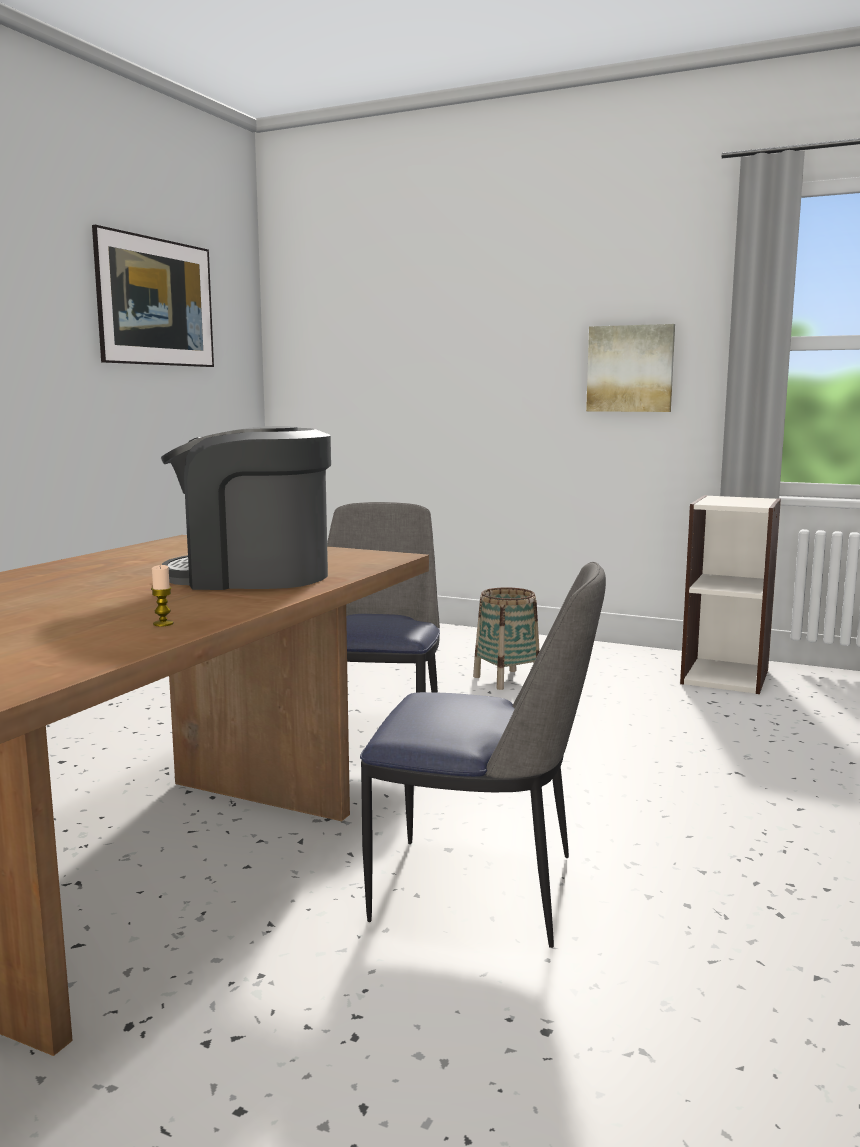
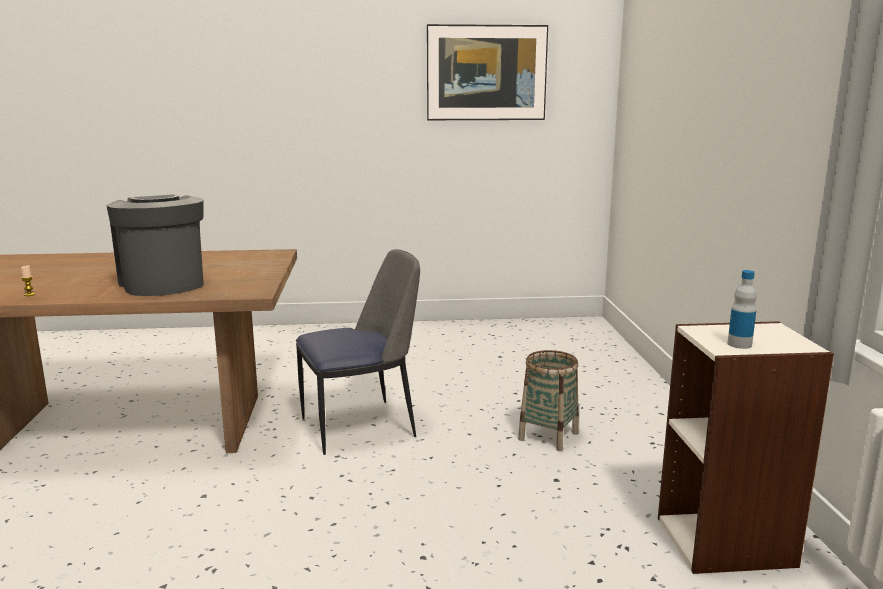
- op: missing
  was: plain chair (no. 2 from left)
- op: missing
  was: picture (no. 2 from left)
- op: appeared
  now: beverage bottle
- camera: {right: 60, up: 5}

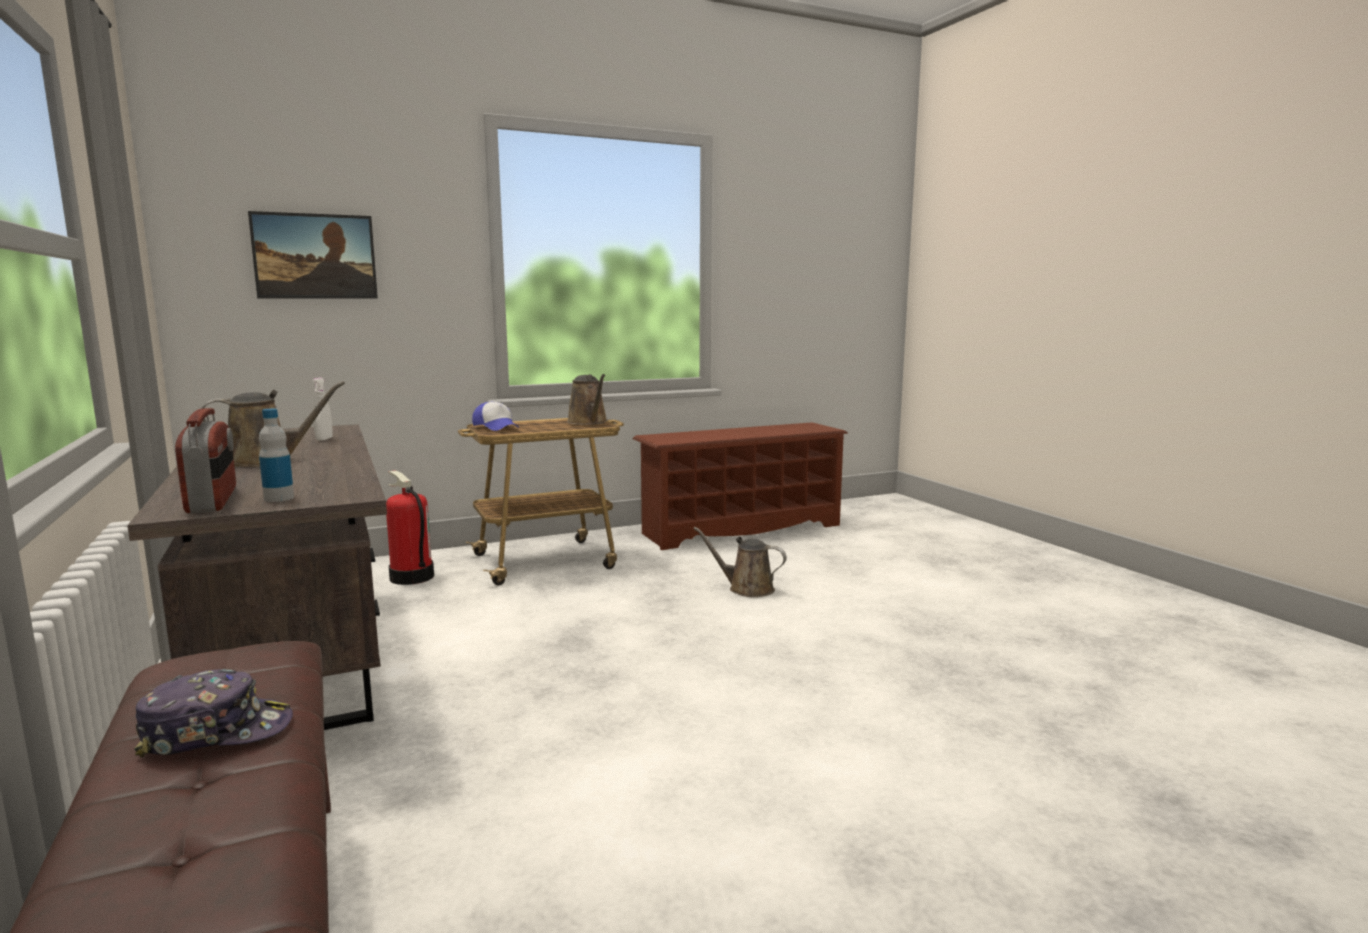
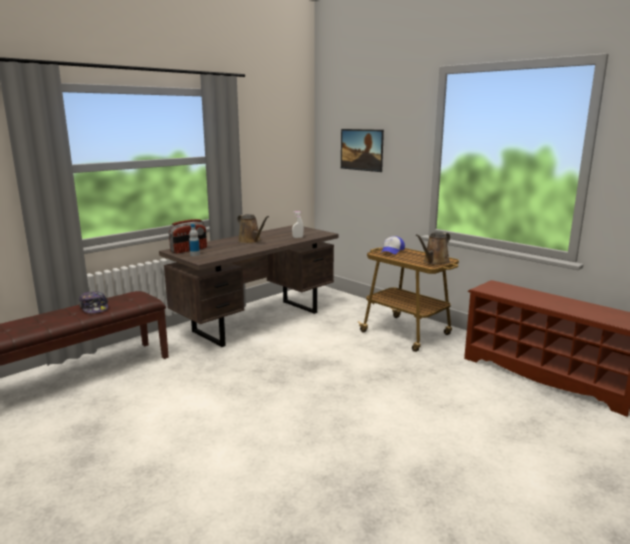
- op: missing
  was: fire extinguisher
- op: missing
  was: watering can (brownish) (no. 3 from left)
- camera: {right: 70, up: 5}

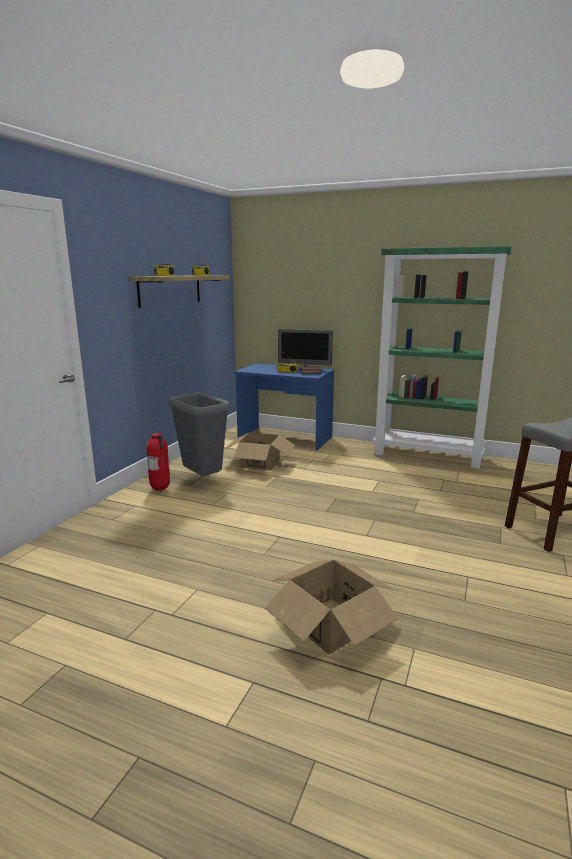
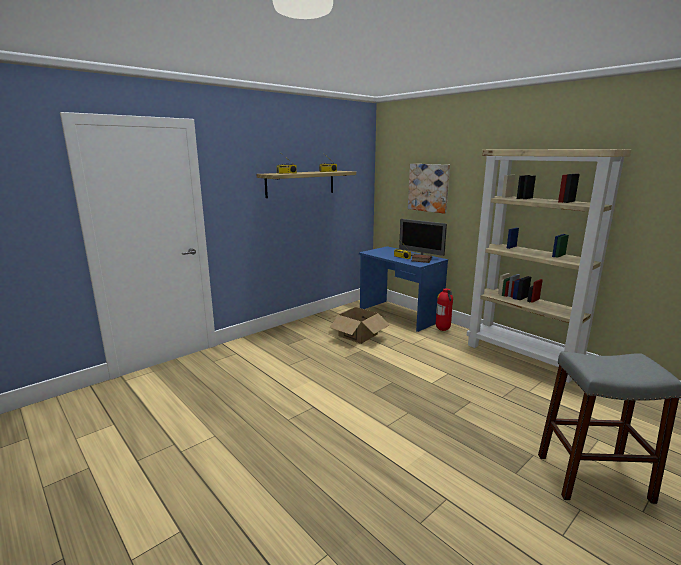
- op: relocated
  was: fire extinguisher
- op: missing
  was: rubbish bin (greyish)
- op: missing
  was: cardboard box (no. 2 from left)
- op: colour
  was: bookcase (green-coloured)
  now: bookcase (beige)
- op: appeared
  now: picture
- camera: {right: 25, up: 0}

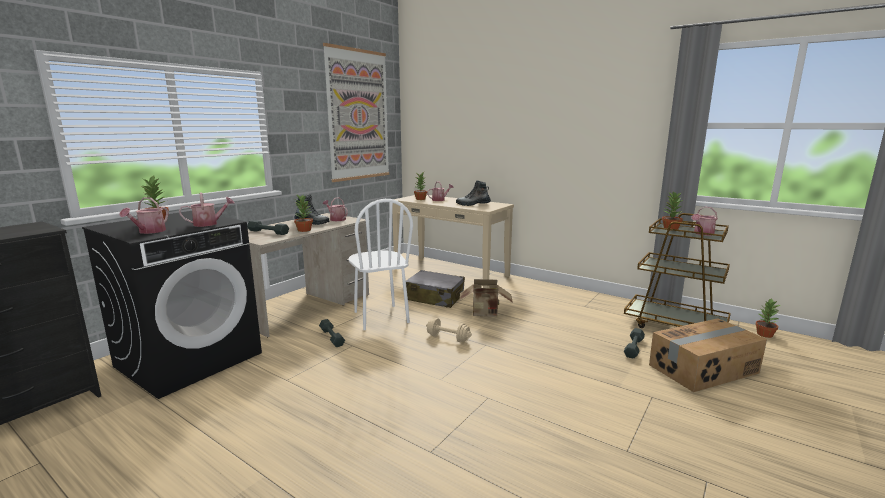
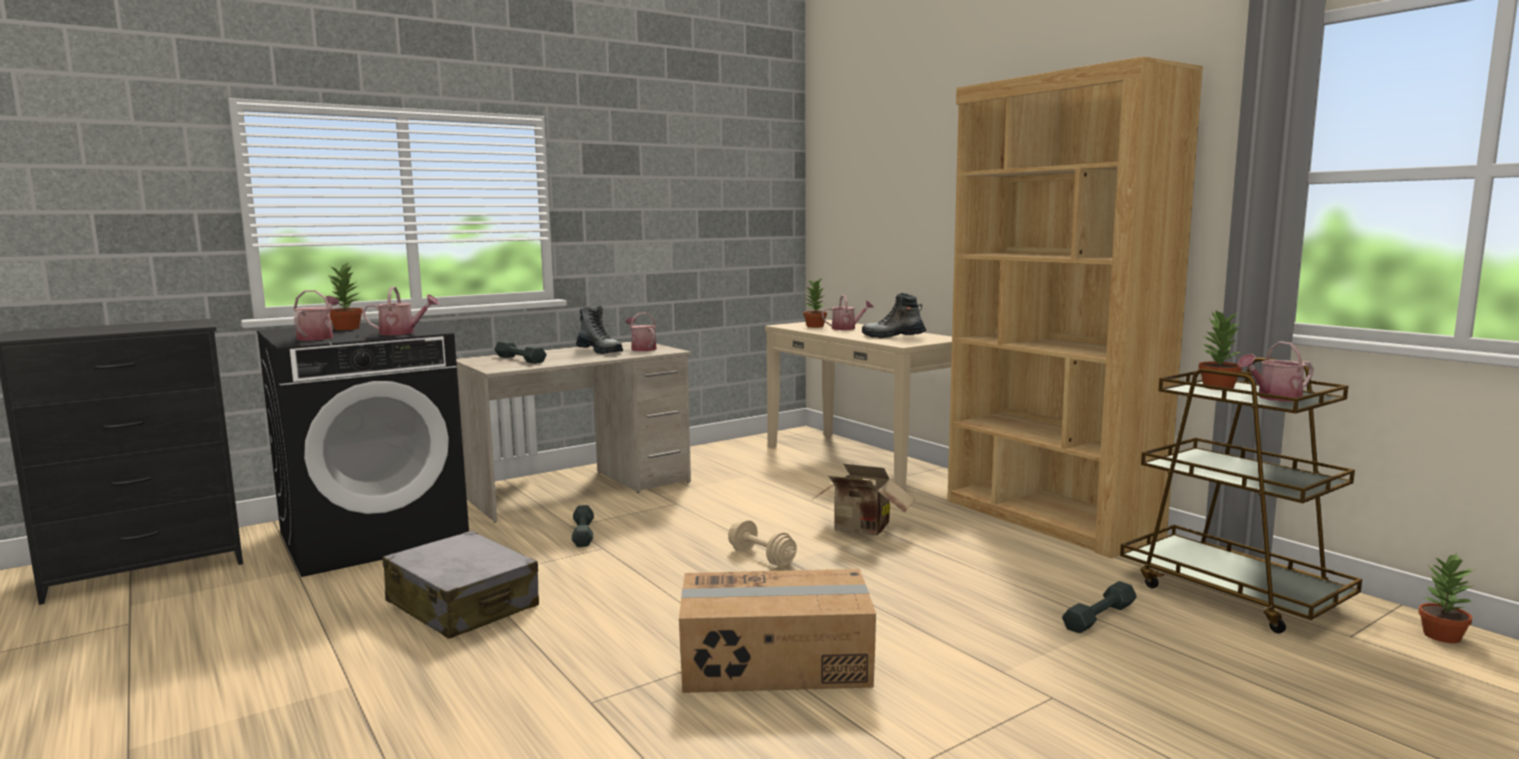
- op: spun
  was: watering can (no. 1 from left)
  clockwise: 150
- op: missing
  was: potted plant (no. 2 from left)
- op: missing
  was: picture
- op: missing
  was: plain chair (white)
- op: relocated
  was: travel case (greyish)
- op: relocated
  was: cardboard box (no. 2 from left in the first image)
  now: cardboard box (no. 1 from left)
- op: appeared
  now: bookcase (brownish)
- camera: {right: 20, up: -5}

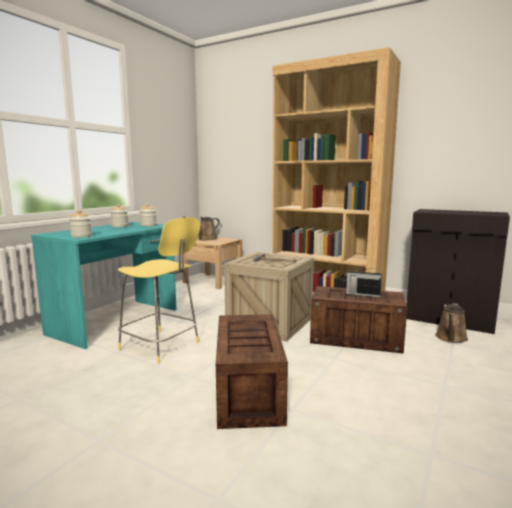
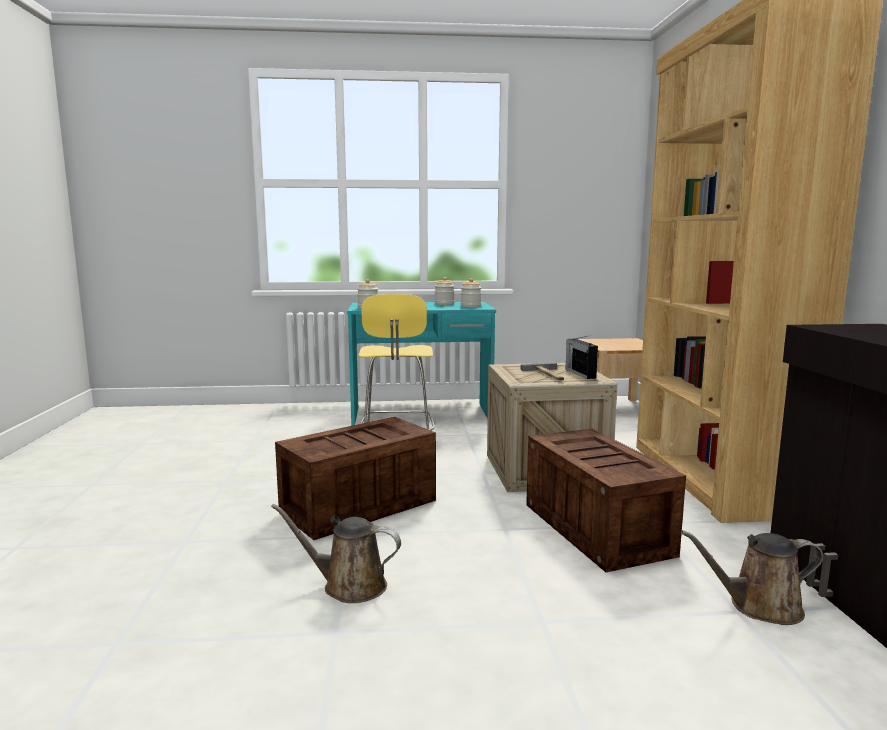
- op: relocated
  was: watering can (brownish) (no. 1 from left)
- op: relocated
  was: radio receiver
- camera: {right: 55, up: 0}

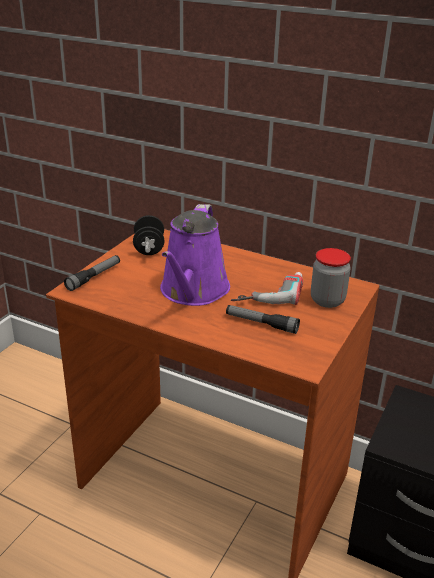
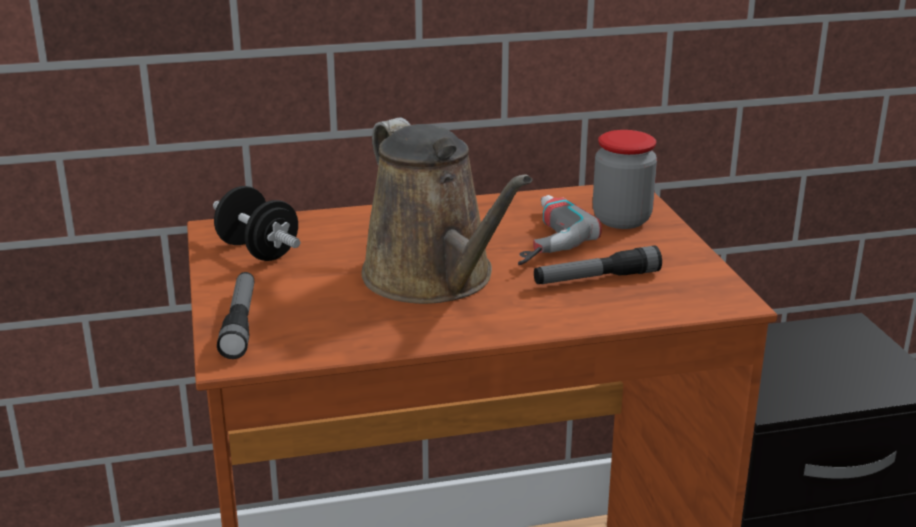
- op: colour
  was: watering can (purple-coloured)
  now: watering can (brownish)
- camera: {right: -40, up: -5}

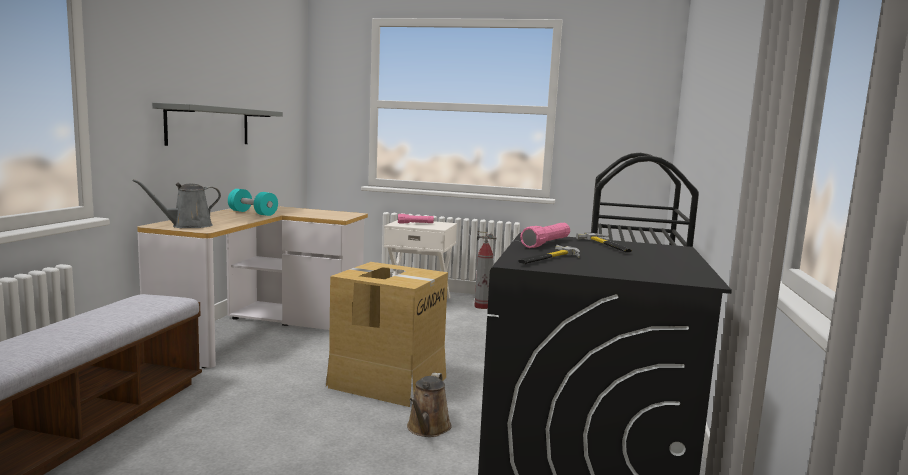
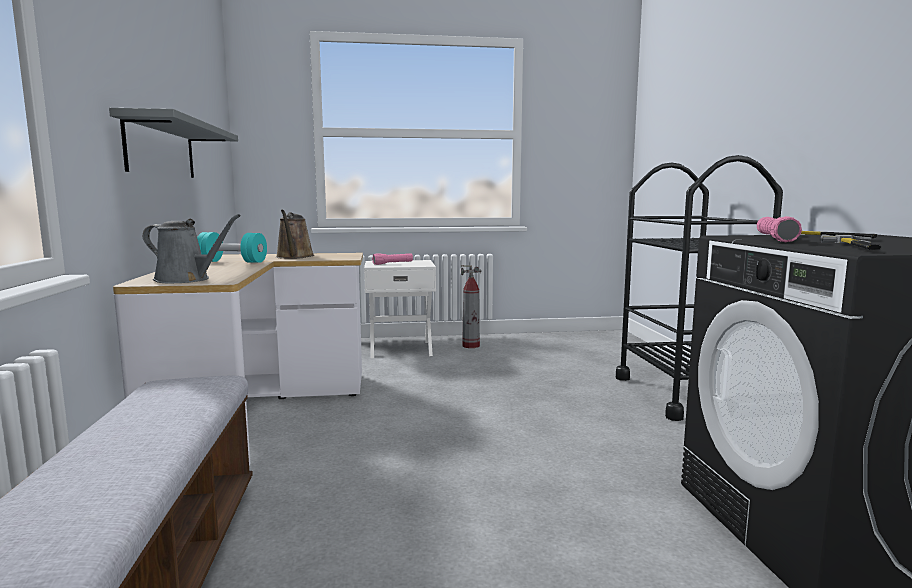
- op: spun
  was: watering can (greyish)
  clockwise: -105
- op: missing
  was: cardboard box
- op: relocated
  was: watering can (brownish)
- camera: {right: -20, up: 0}

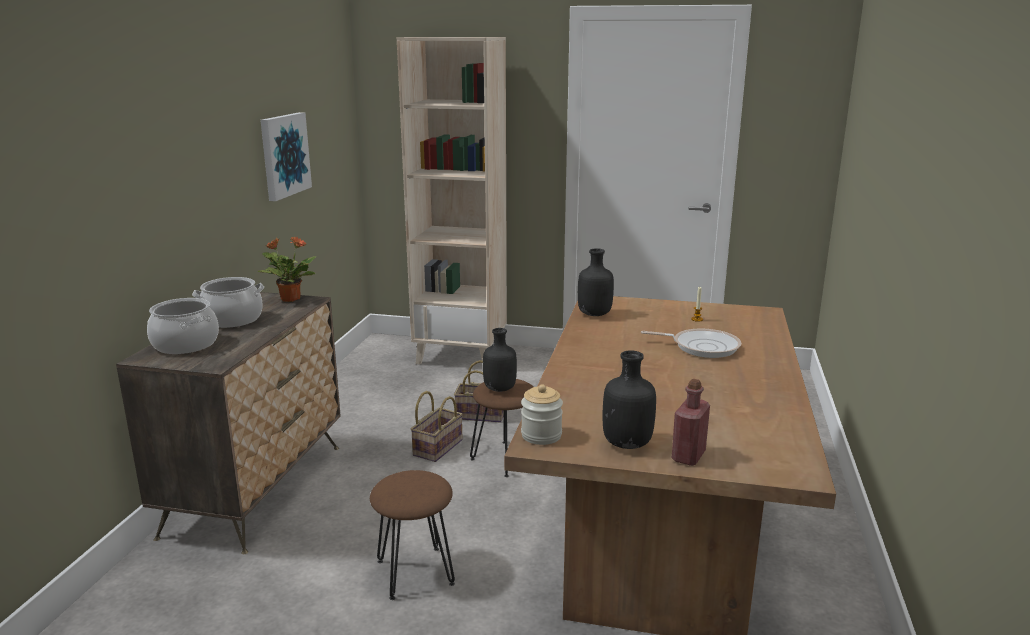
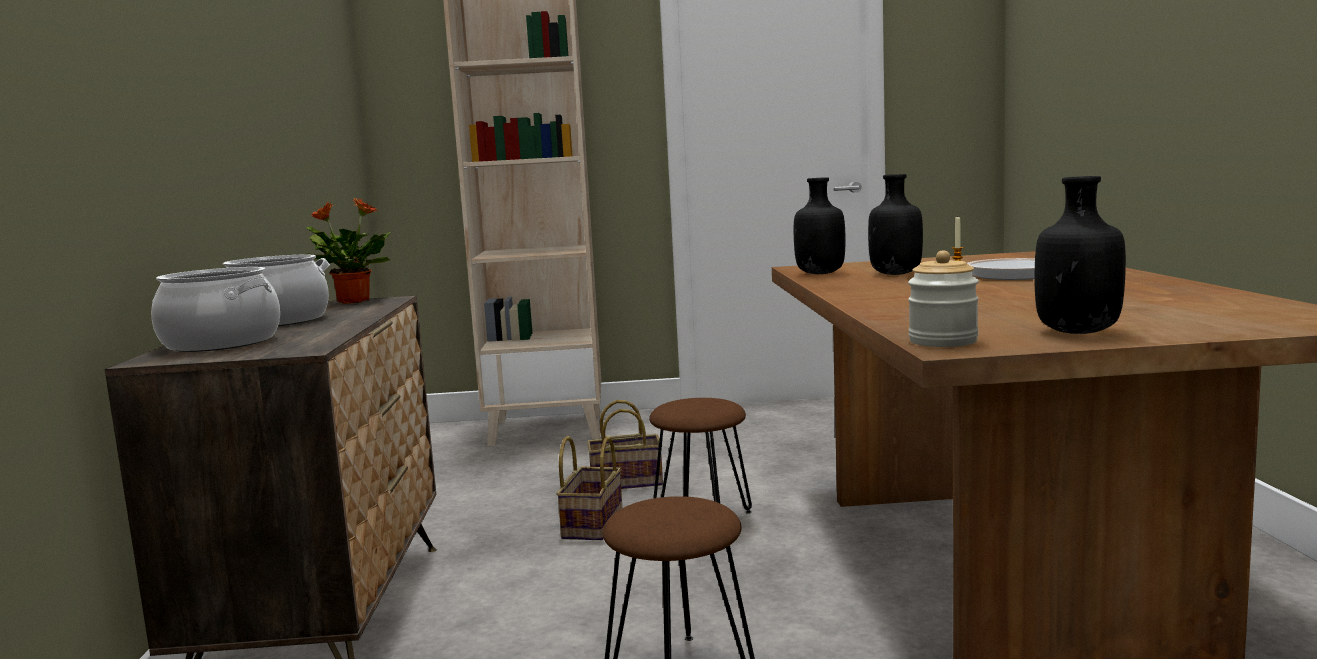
- op: missing
  was: picture
- op: relocated
  was: beverage bottle (black-coloured) (no. 1 from left in the first image)
  now: beverage bottle (black-coloured) (no. 2 from left)
- op: missing
  was: beverage bottle (reddish)
- camera: {right: -15, up: -10}

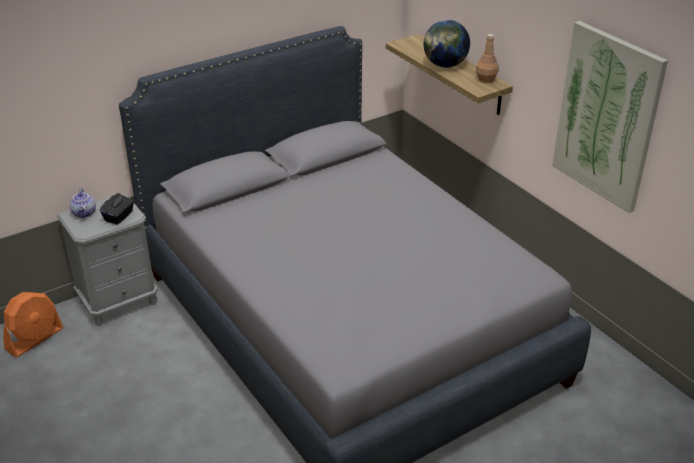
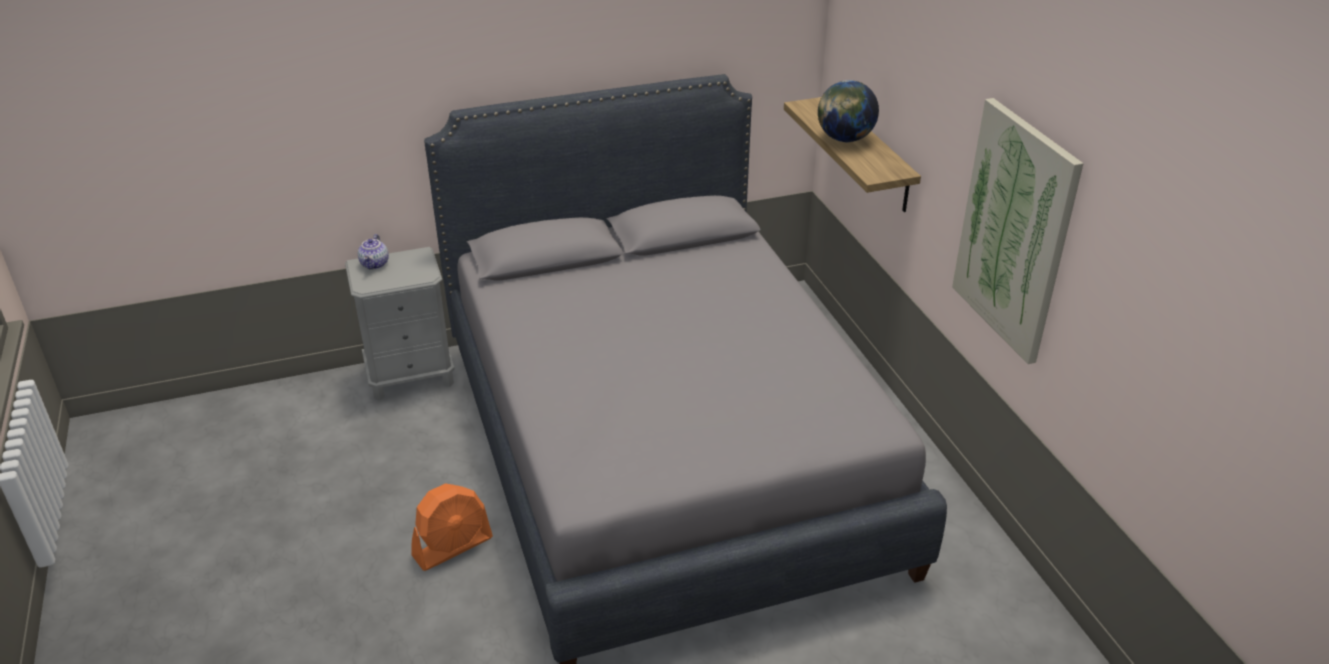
- op: relocated
  was: electric fan (orange-coloured)
- op: missing
  was: tissue holder (black-coloured)
- op: missing
  was: beverage bottle (brownish)
- camera: {right: 15, up: 0}

